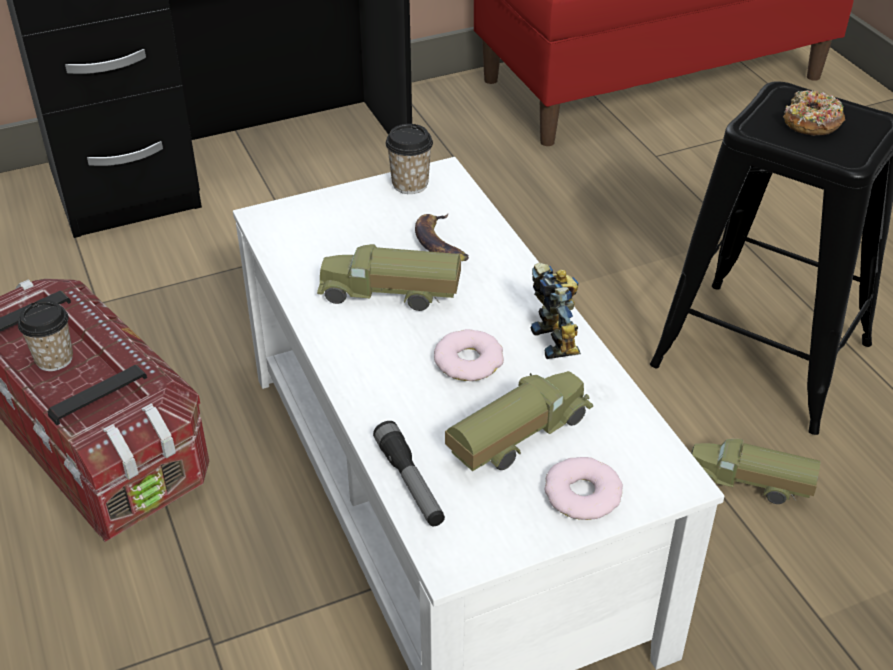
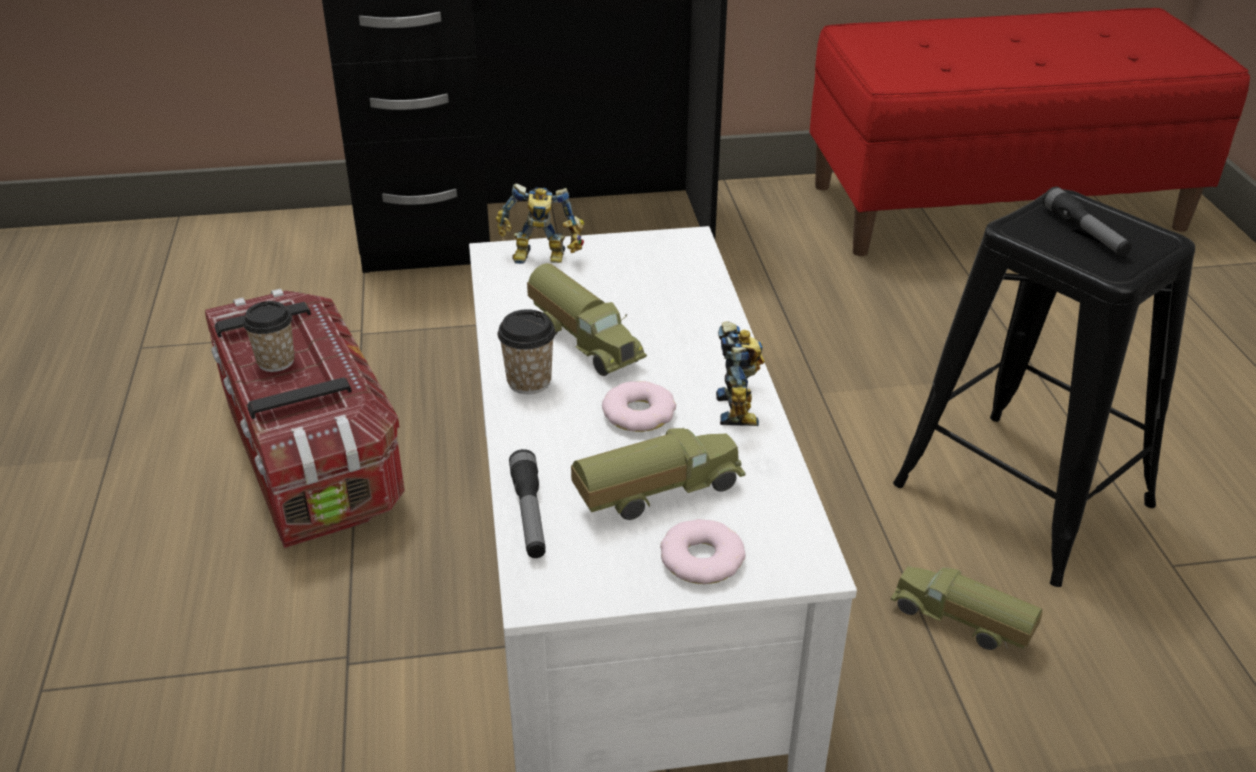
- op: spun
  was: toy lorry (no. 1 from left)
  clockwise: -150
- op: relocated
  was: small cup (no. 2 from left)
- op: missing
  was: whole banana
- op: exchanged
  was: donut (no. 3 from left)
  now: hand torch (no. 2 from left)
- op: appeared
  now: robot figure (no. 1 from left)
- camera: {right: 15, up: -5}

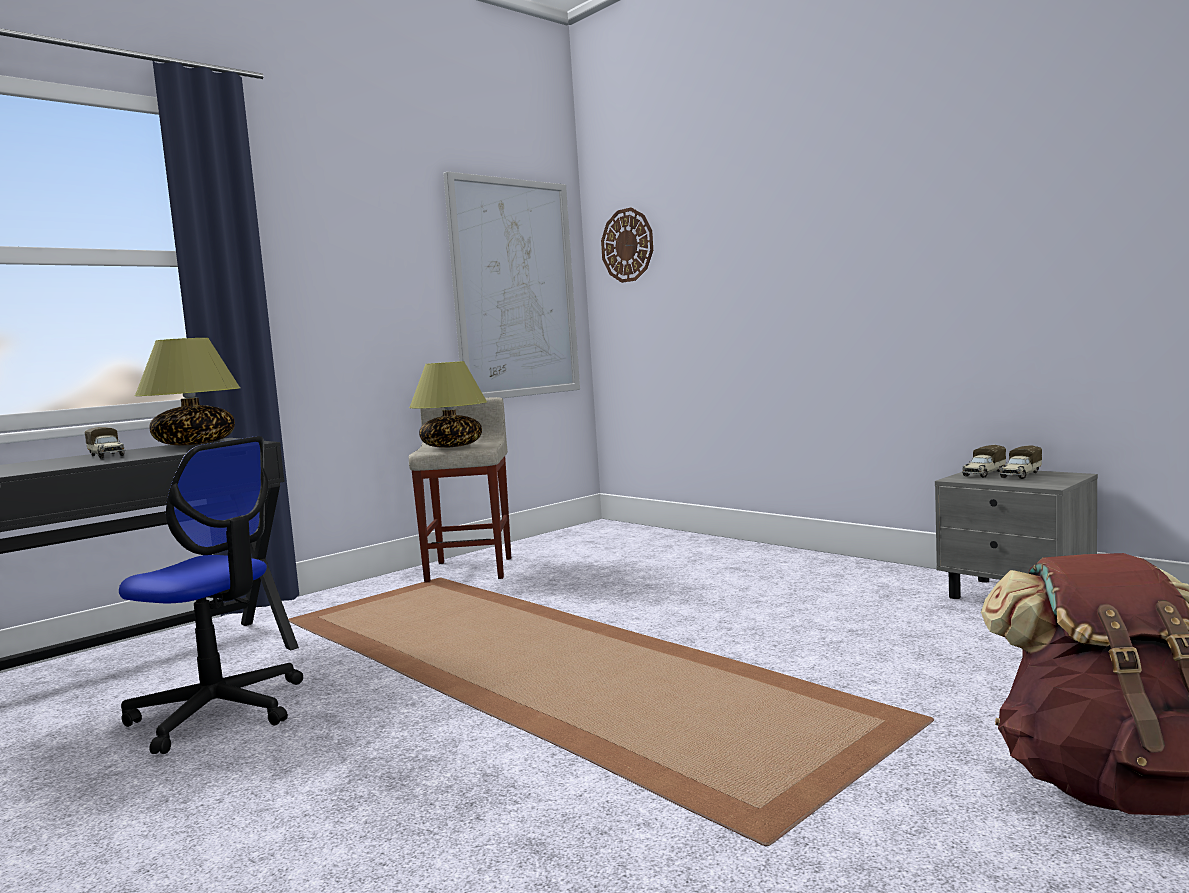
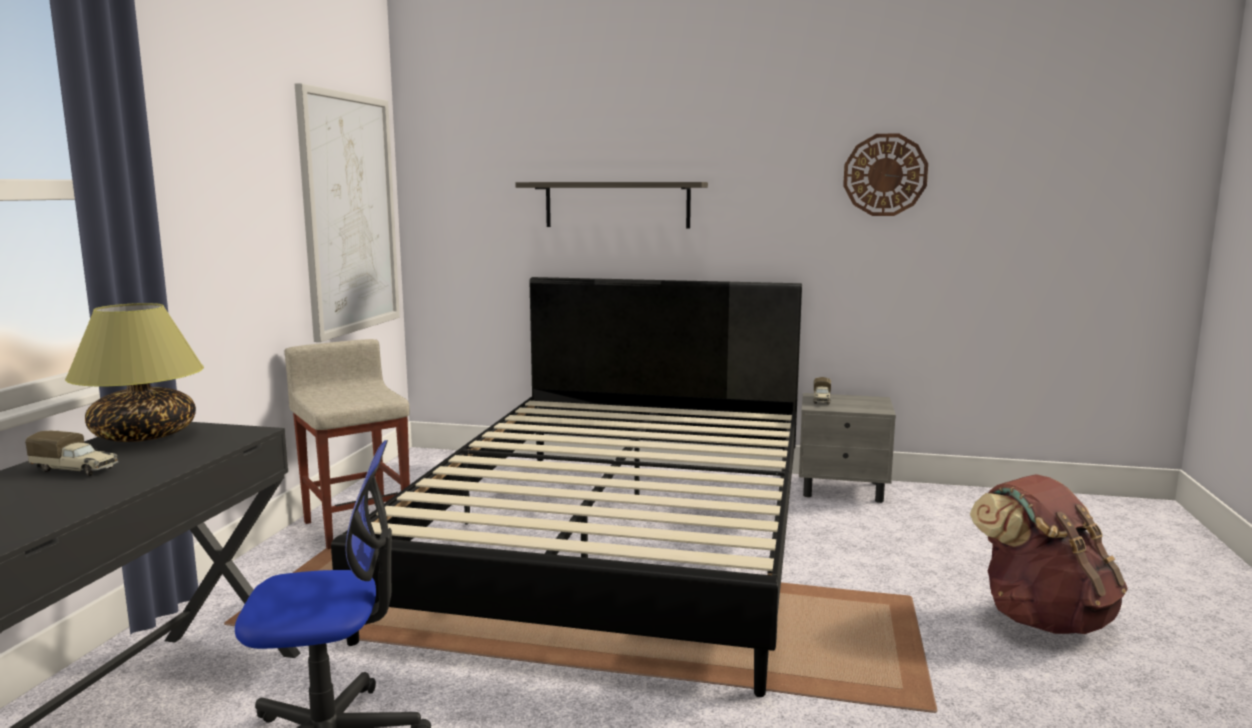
- op: missing
  was: tabletop lamp (no. 2 from left)
- op: relocated
  was: wall clock
- op: missing
  was: toy lorry (no. 3 from left)
- op: appeared
  now: bedroom bed (black-coloured)
- op: appeared
  now: shelf
- camera: {right: -35, up: 5}

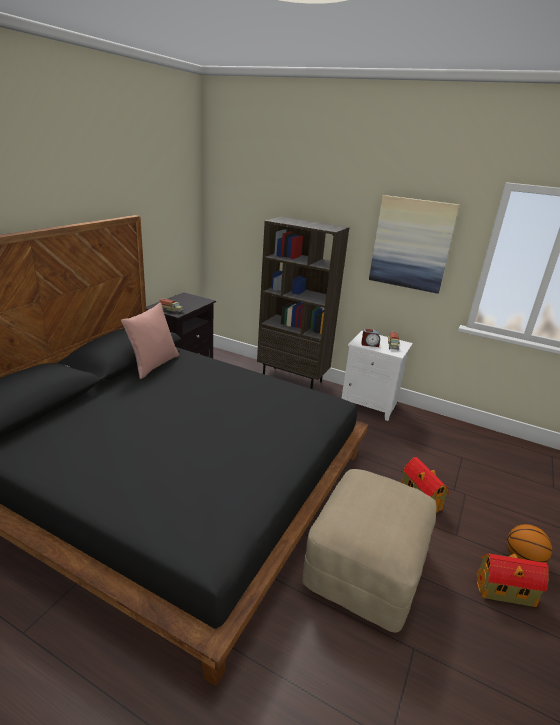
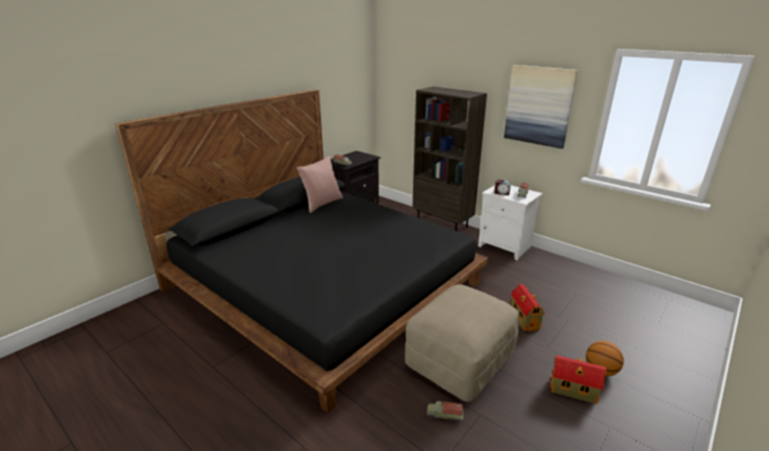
- op: appeared
  now: toy lorry (no. 2 from left)
- camera: {right: 15, up: 0}

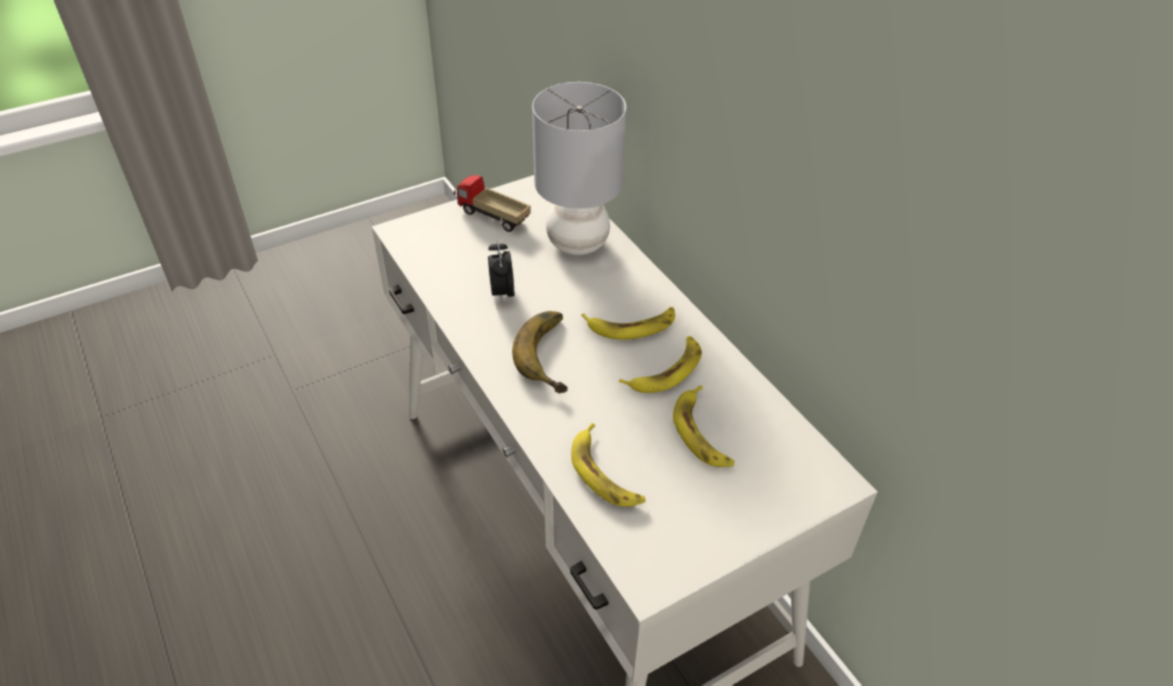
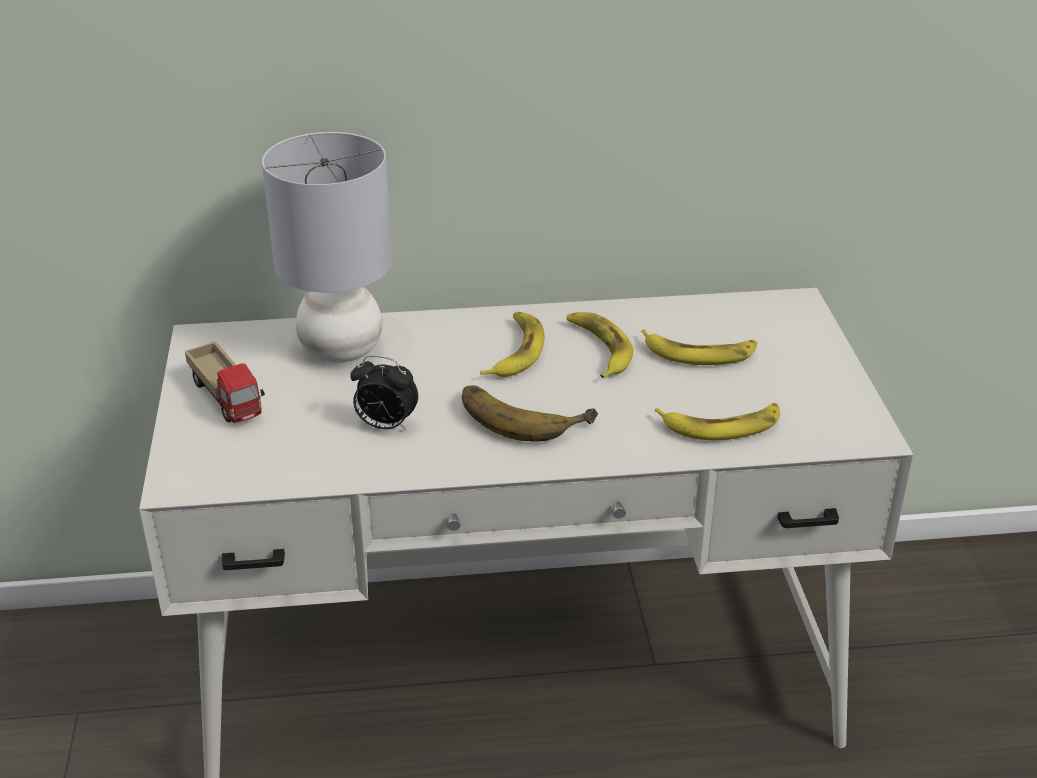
- op: spun
  was: toy lorry
  clockwise: -90
- camera: {right: -65, up: -10}

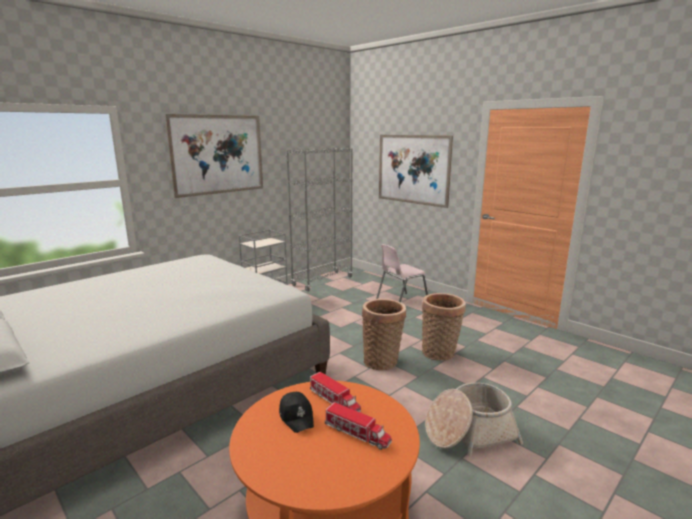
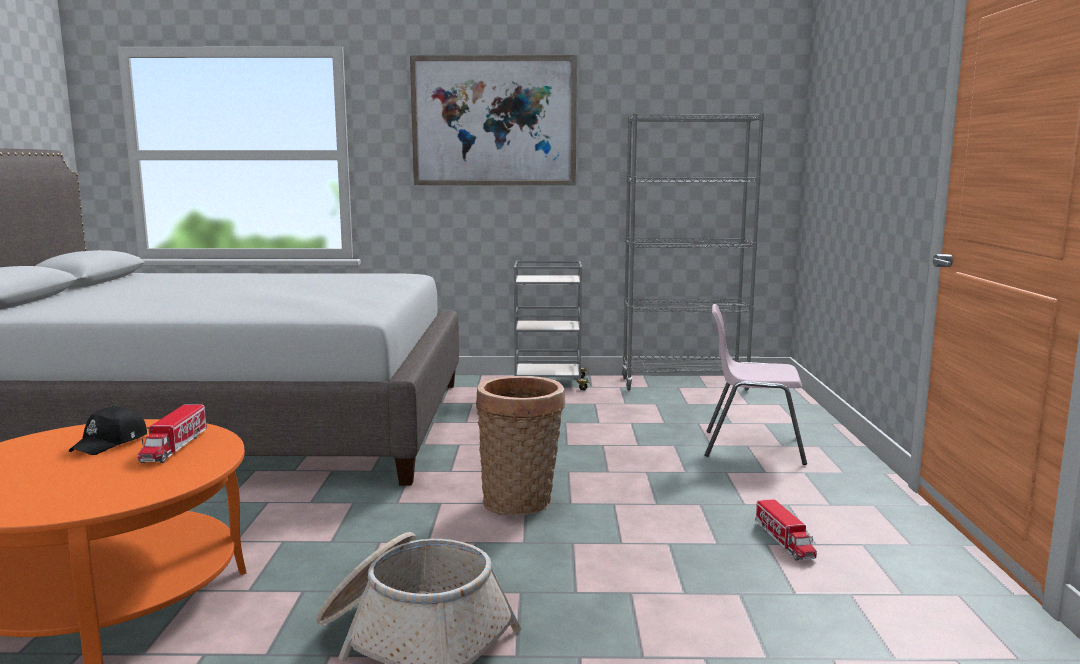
- op: relocated
  was: toy lorry (no. 2 from left)
- op: missing
  was: picture (no. 2 from left)
- op: missing
  was: household basket (no. 2 from left)
- camera: {right: 45, up: -5}

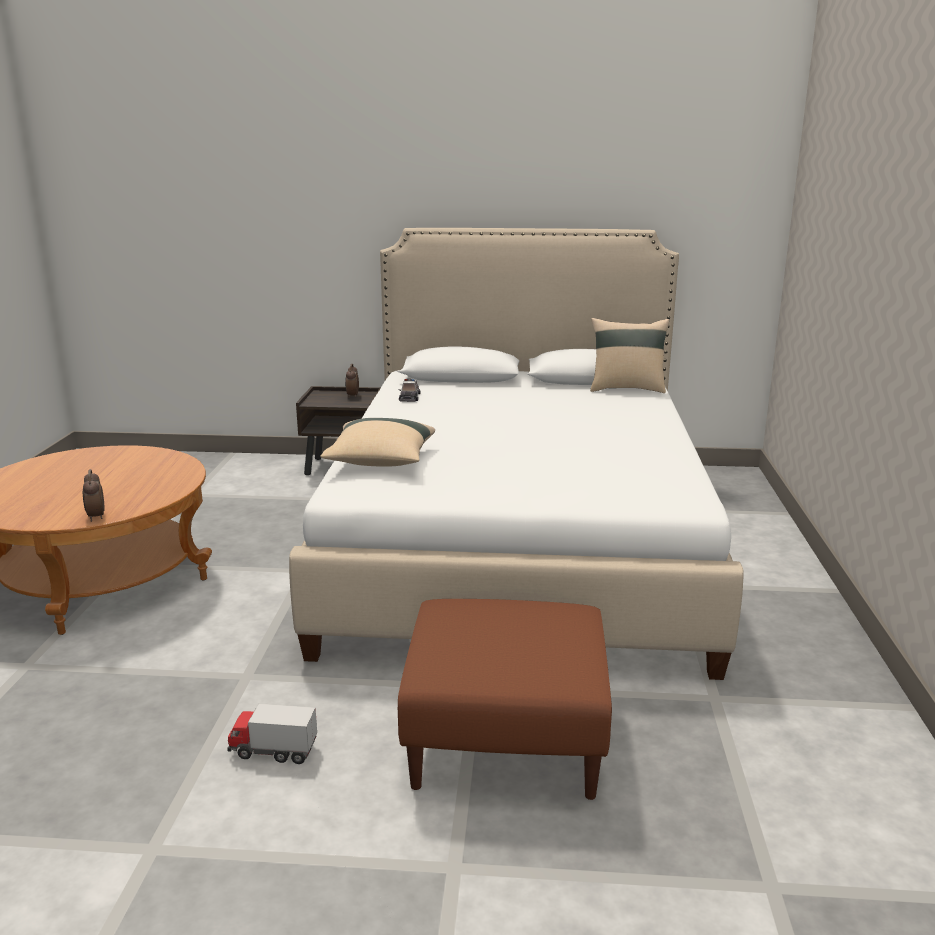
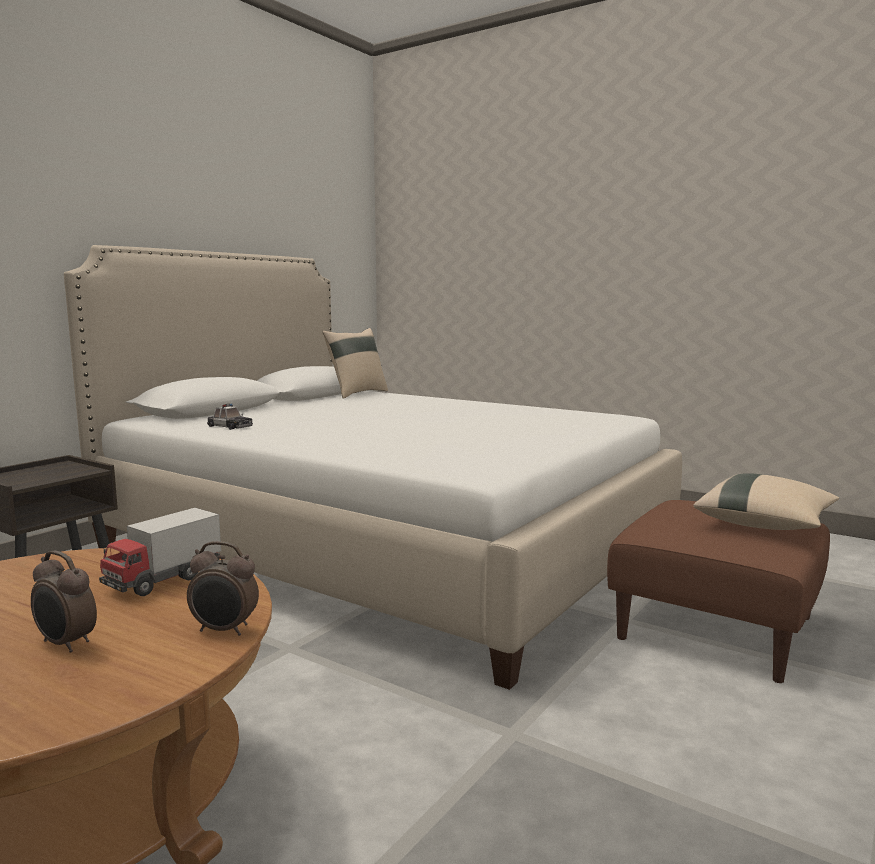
- op: relocated
  was: toy lorry
- op: relocated
  was: throw pillow (beige) (no. 1 from left in the first image)
  now: throw pillow (beige) (no. 2 from left)
- op: relocated
  was: alarm clock (no. 2 from left in the first image)
  now: alarm clock (no. 1 from left)
- camera: {right: -60, up: -10}

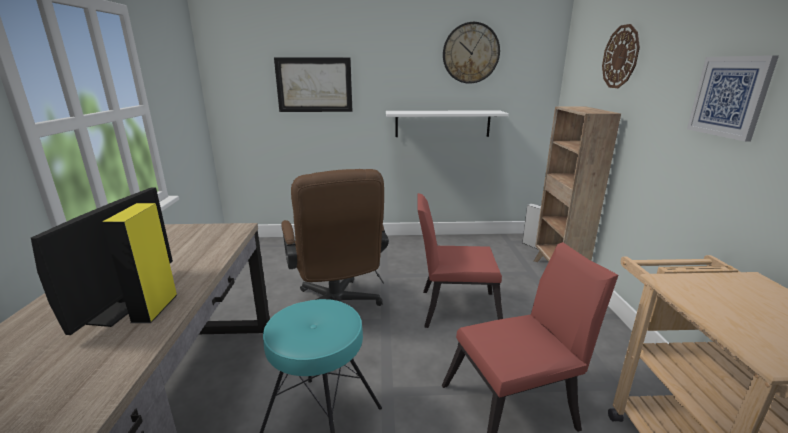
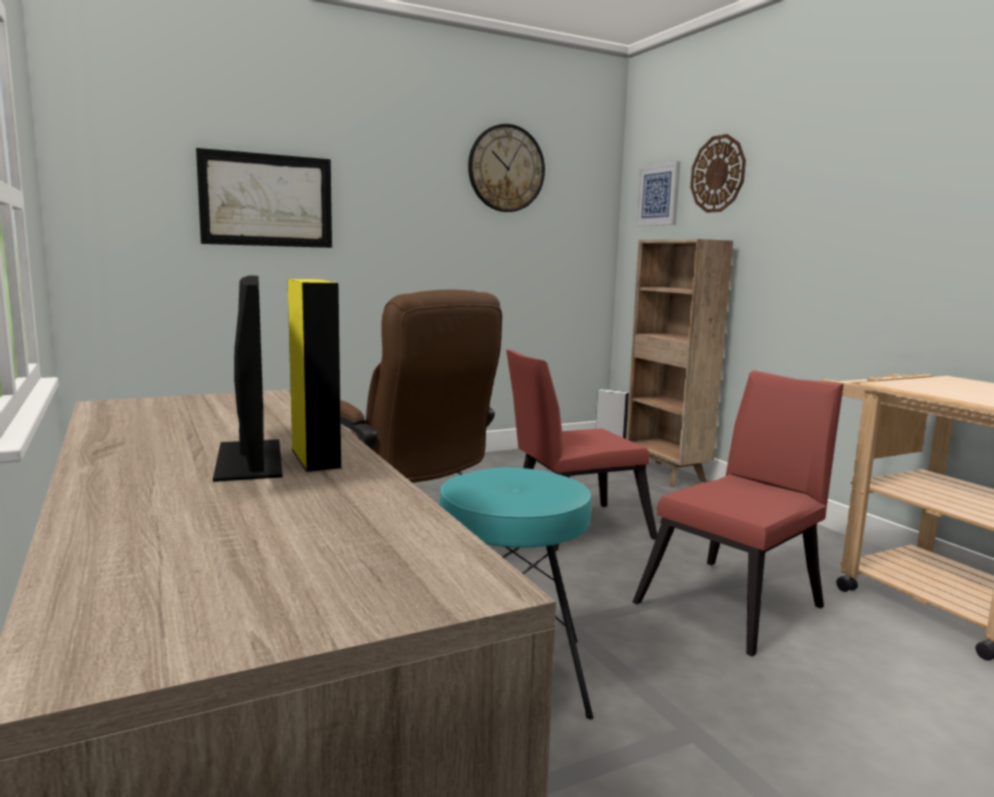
- op: missing
  was: shelf (white)
- op: relocated
  was: picture (no. 2 from left)
- camera: {right: -25, up: -10}

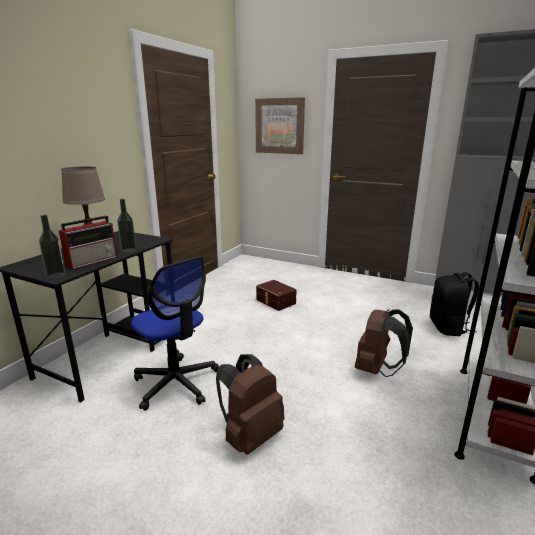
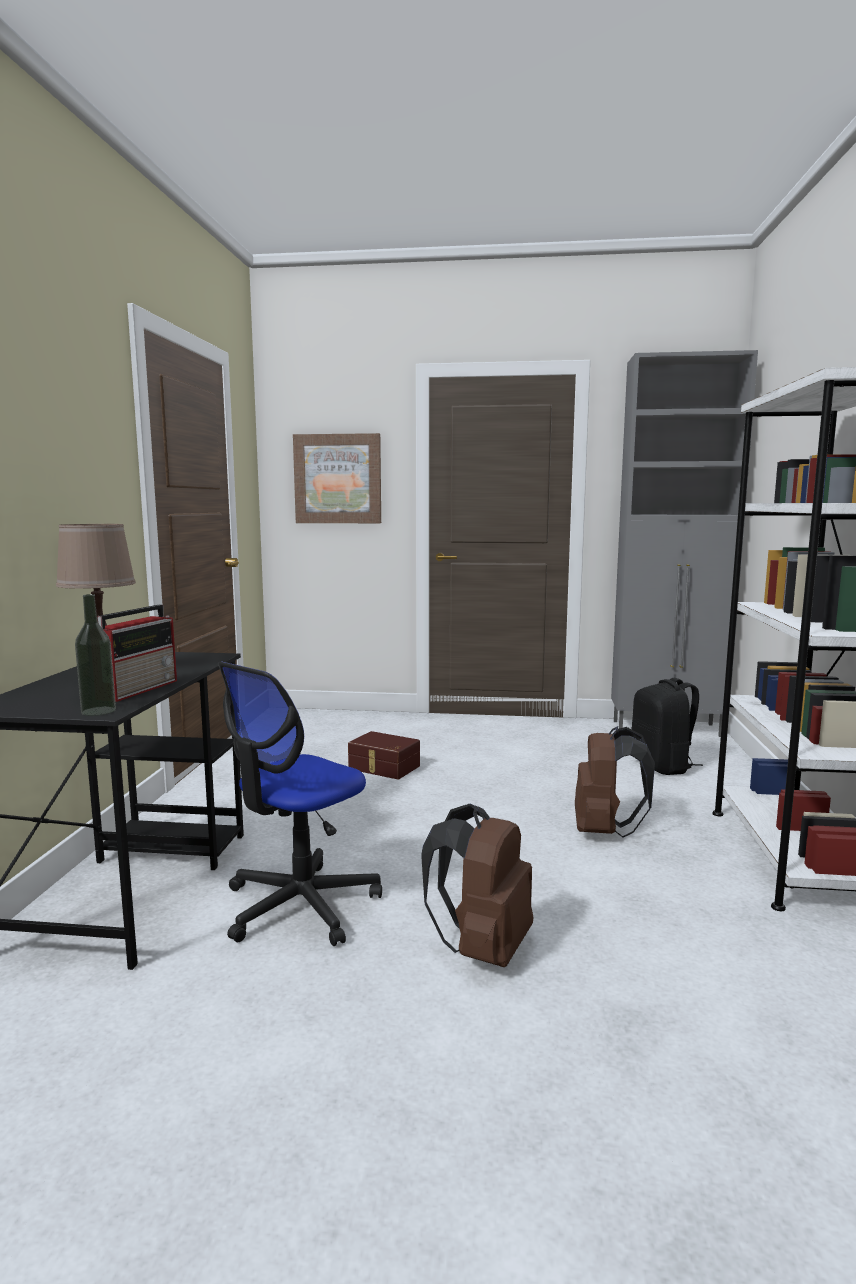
- op: missing
  was: beverage bottle (no. 2 from left)
- op: spun
  was: computer chair
  clockwise: 105
- camera: {right: -20, up: -10}

